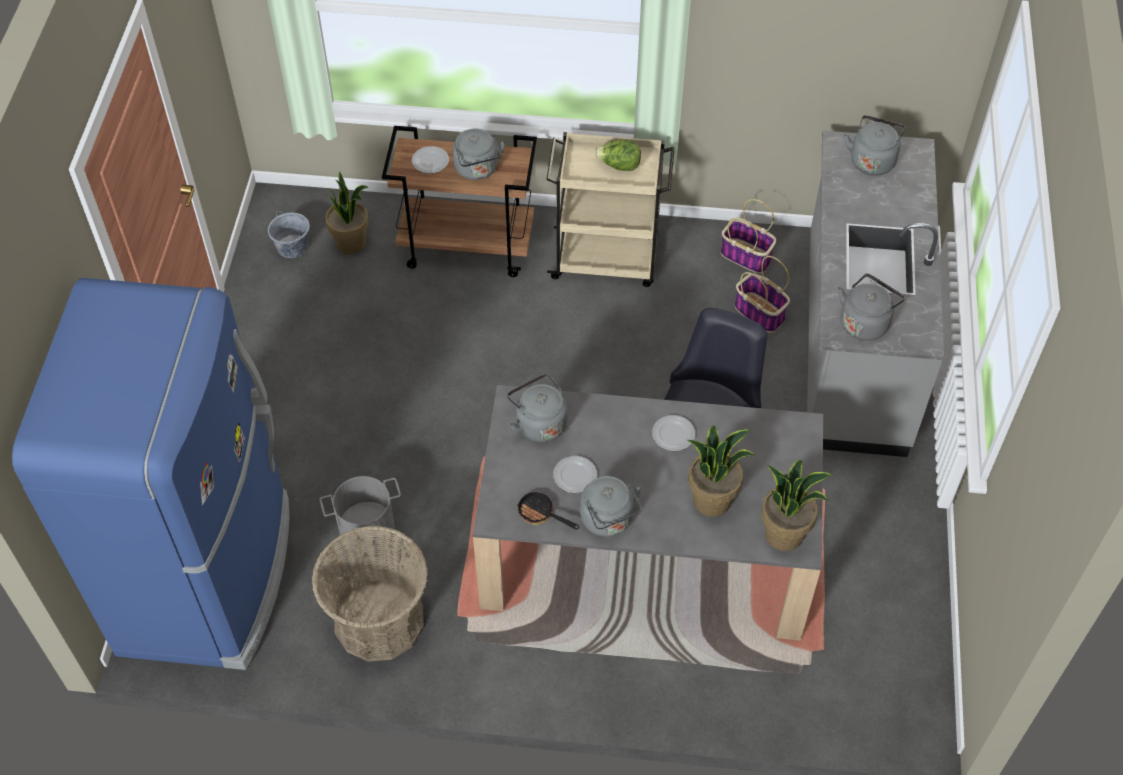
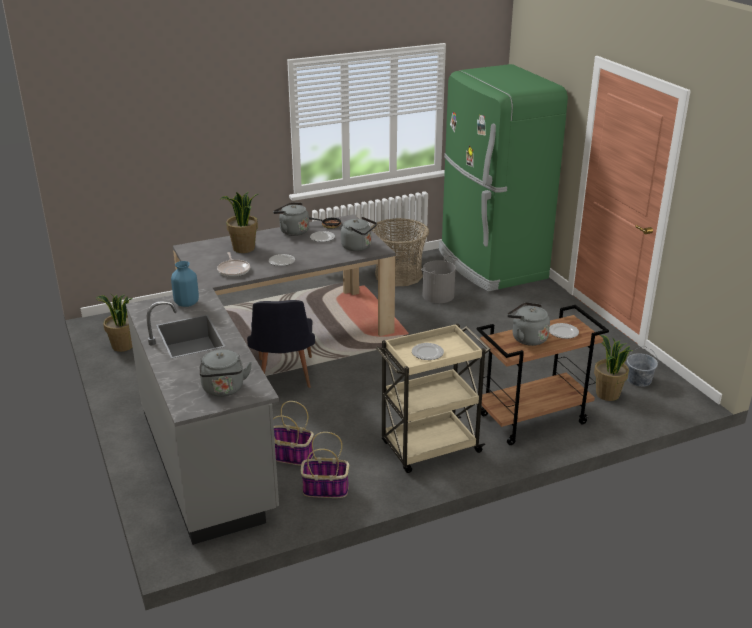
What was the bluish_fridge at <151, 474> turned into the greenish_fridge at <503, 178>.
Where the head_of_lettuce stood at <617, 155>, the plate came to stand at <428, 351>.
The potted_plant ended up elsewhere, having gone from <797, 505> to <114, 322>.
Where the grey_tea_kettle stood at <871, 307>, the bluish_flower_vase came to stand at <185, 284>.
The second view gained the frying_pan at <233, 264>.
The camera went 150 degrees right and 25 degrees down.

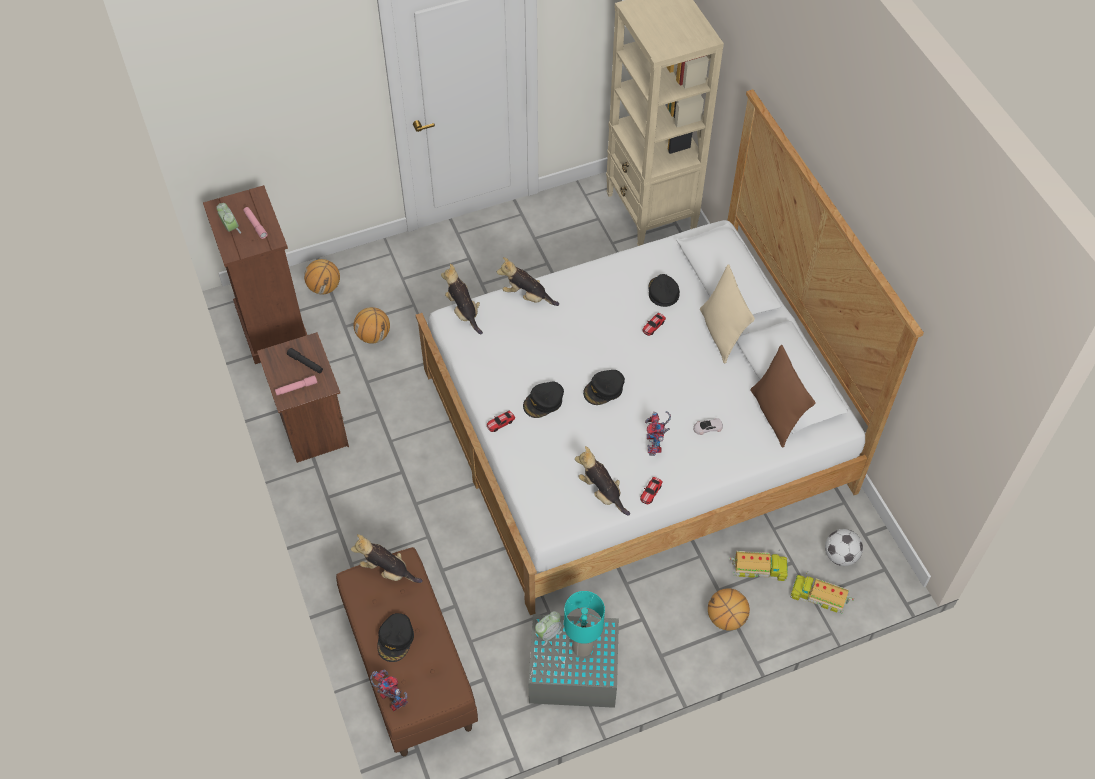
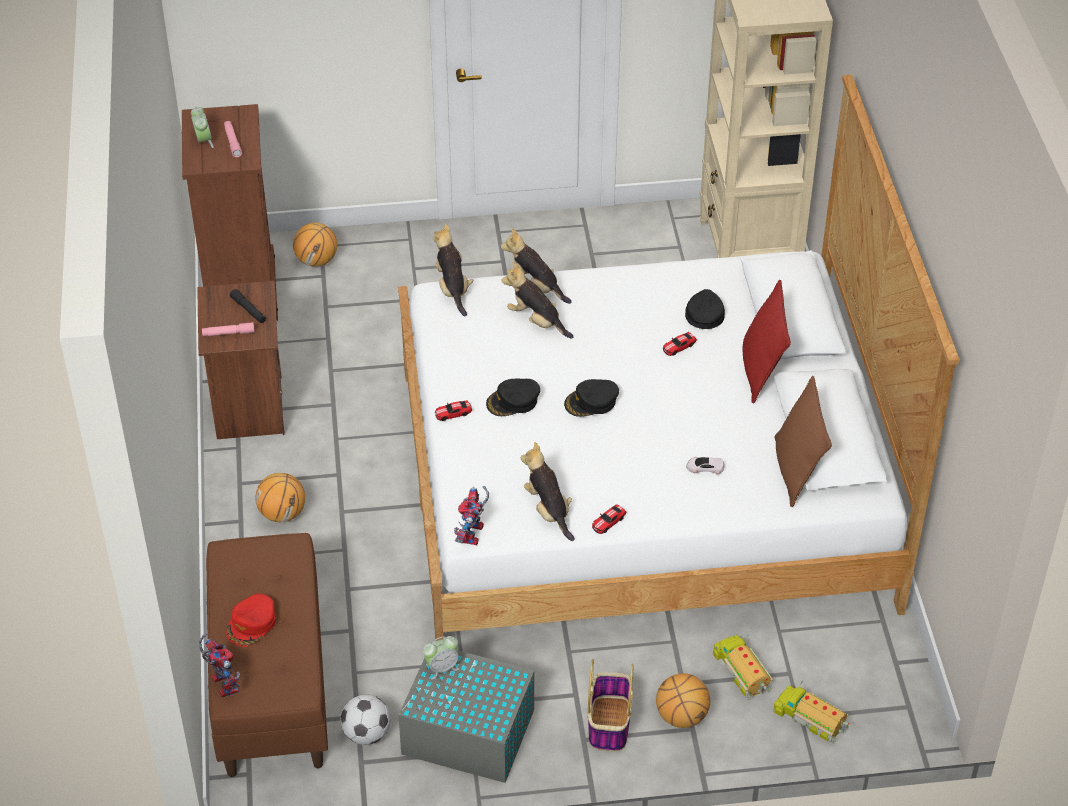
The plush_toy ended up elsewhere, having gone from <387, 558> to <537, 300>.
The basketball ended up elsewhere, having gone from <372, 325> to <280, 497>.
What was the blackish_baseball_cap at <395, 637> turned into the red-coloured_baseball_cap at <251, 620>.
The second view lost the blue-green_lamp_for_a_table at <584, 624>.
The toy_robot ended up elsewhere, having gone from <658, 433> to <471, 515>.
What was the beige-coloured_cushion at <727, 313> turned into the red-coloured_cushion at <767, 341>.
The toy_lorry at <758, 565> ended up facing another way, 135 degrees counterclockwise from before.
The football ended up elsewhere, having gone from <844, 547> to <365, 719>.
The second view gained the storage_basket at <610, 705>.
The camera went 15 degrees right and 10 degrees down.

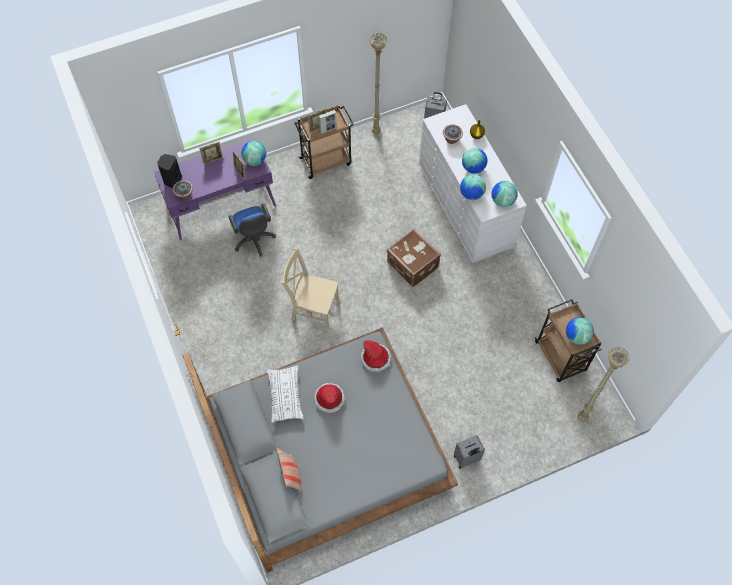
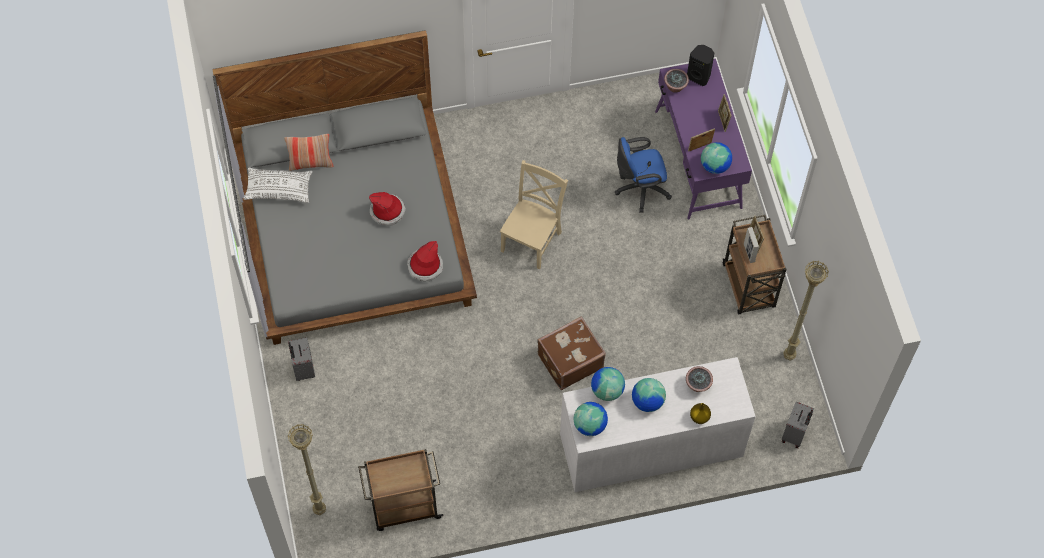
The white-coloured_cushion ended up elsewhere, having gone from <285, 394> to <278, 185>.
The second view lost the desk_globe at <580, 331>.
The camera went 100 degrees right and 0 degrees up.

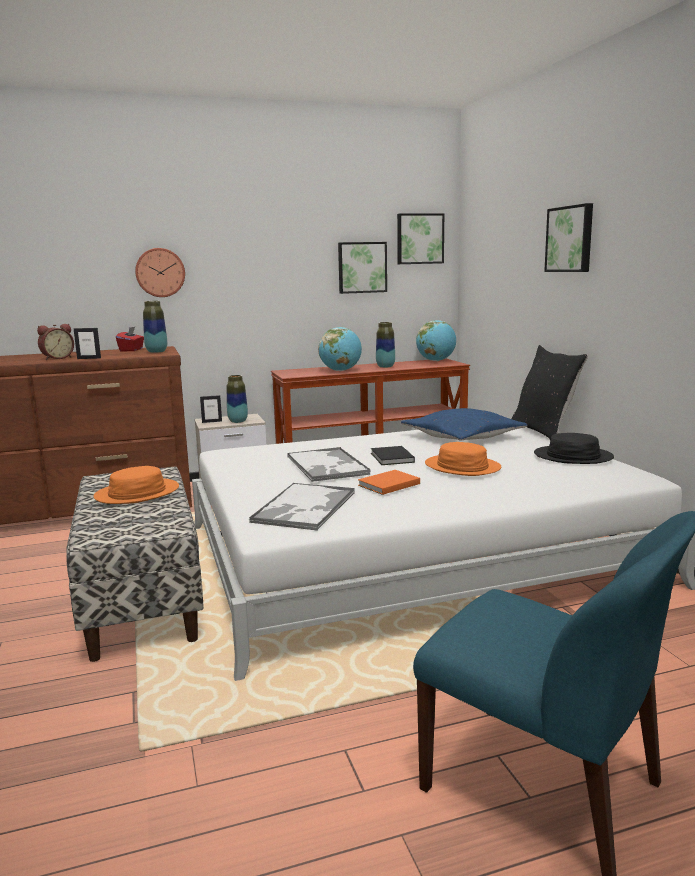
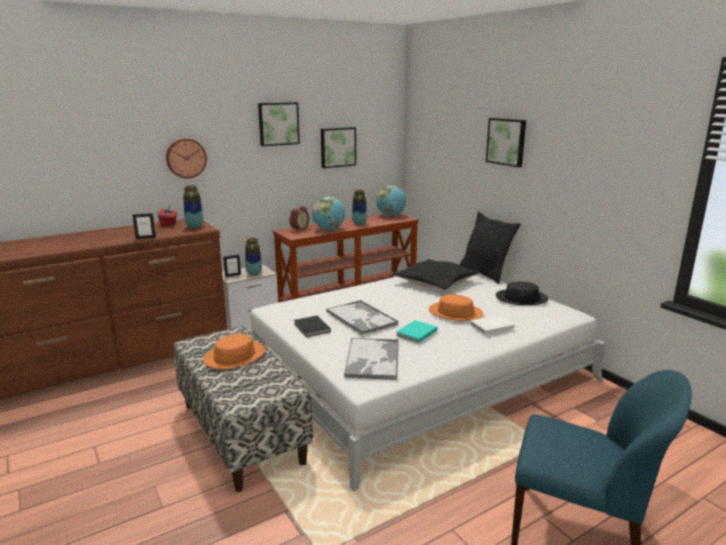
The bedside_clock ended up elsewhere, having gone from <55, 342> to <299, 218>.
What was the orange-coloured_book at <389, 482> turned into the blue-green_book at <416, 331>.
The blackish_book ended up elsewhere, having gone from <393, 455> to <312, 326>.
The wall_art ended up elsewhere, having gone from <420, 238> to <279, 124>.
What was the bluish_cushion at <464, 424> turned into the blackish_cushion at <436, 274>.
The second view gained the white-coloured_book at <492, 325>.
The camera went 15 degrees left and 5 degrees up.

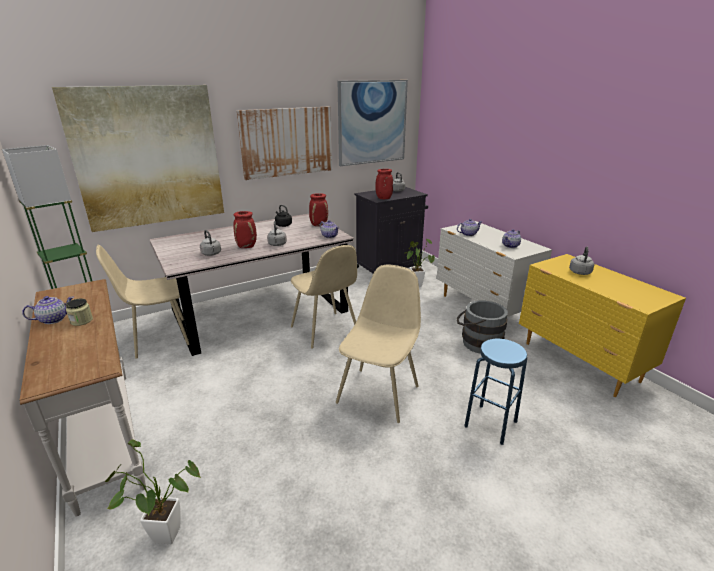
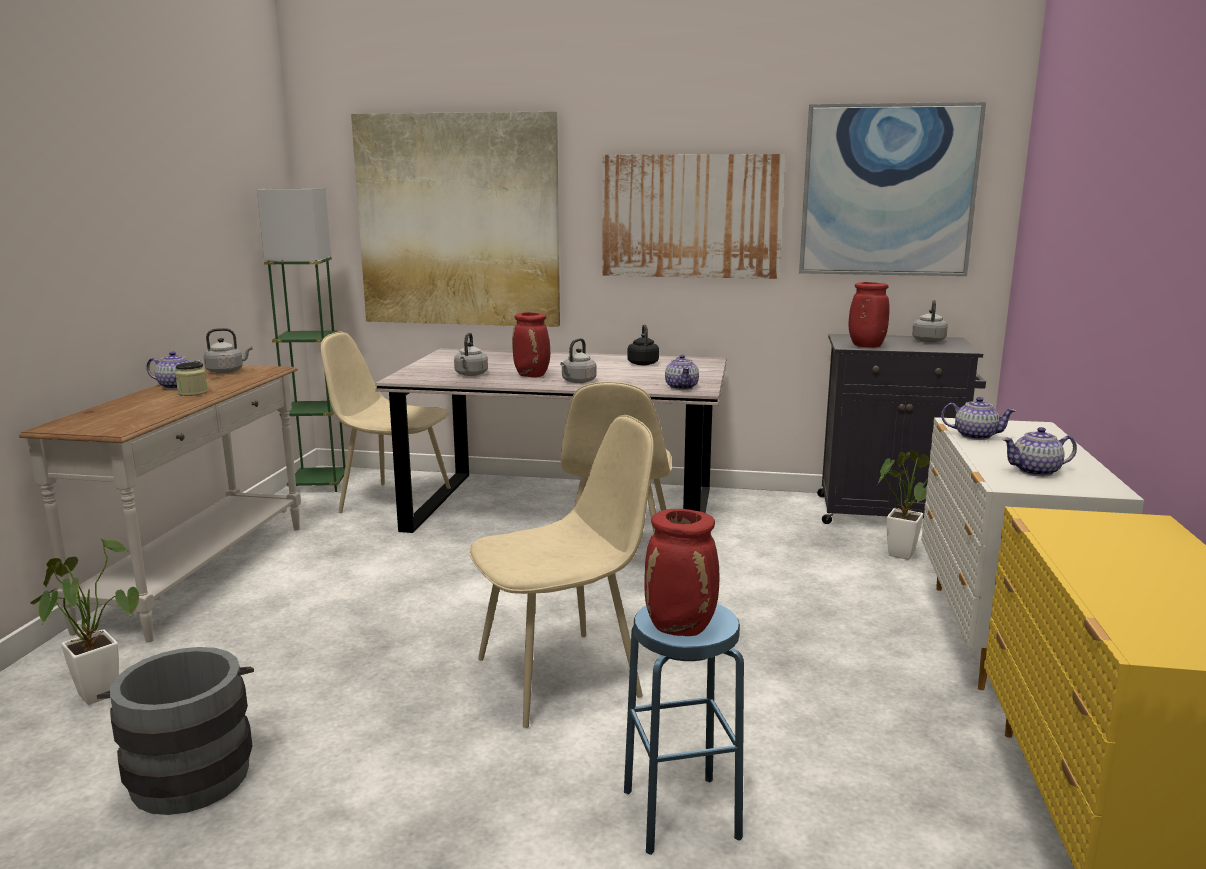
The red-coloured_flower_vase ended up elsewhere, having gone from <318, 209> to <681, 572>.
The grey_pail ended up elsewhere, having gone from <482, 326> to <175, 731>.
The grey_tea_kettle ended up elsewhere, having gone from <582, 261> to <228, 351>.
The camera went 40 degrees right and 10 degrees down.

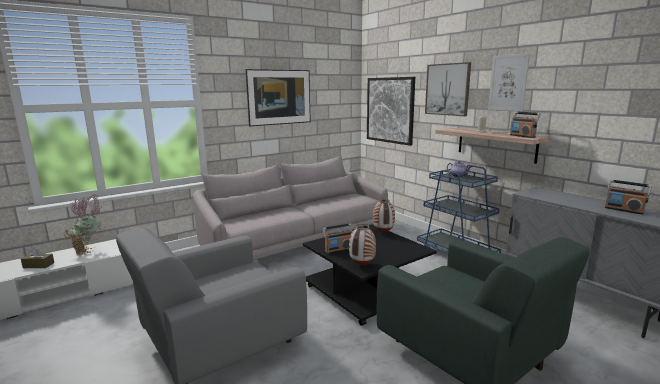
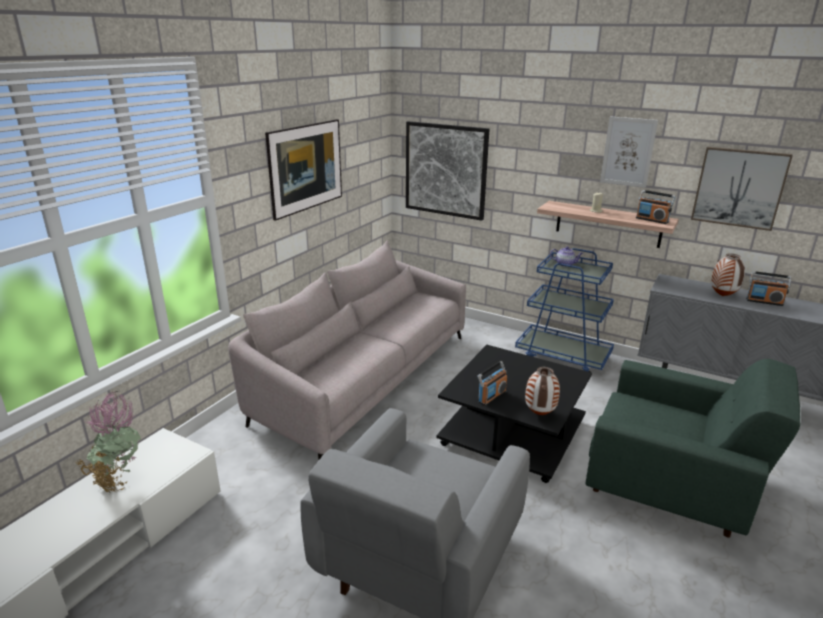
The second view lost the brown_tissue_holder at <37, 257>.
The flower_vase ended up elsewhere, having gone from <384, 216> to <728, 274>.
The wall_art ended up elsewhere, having gone from <448, 89> to <742, 189>.
The camera went 25 degrees left and 10 degrees up.

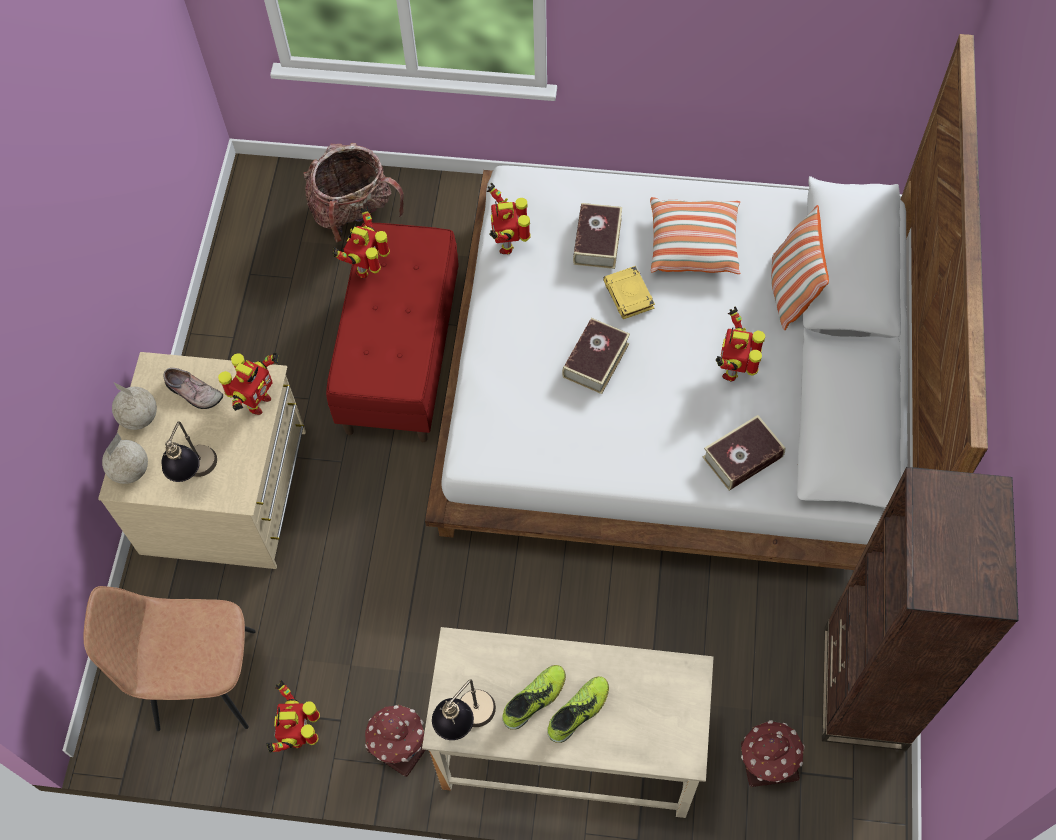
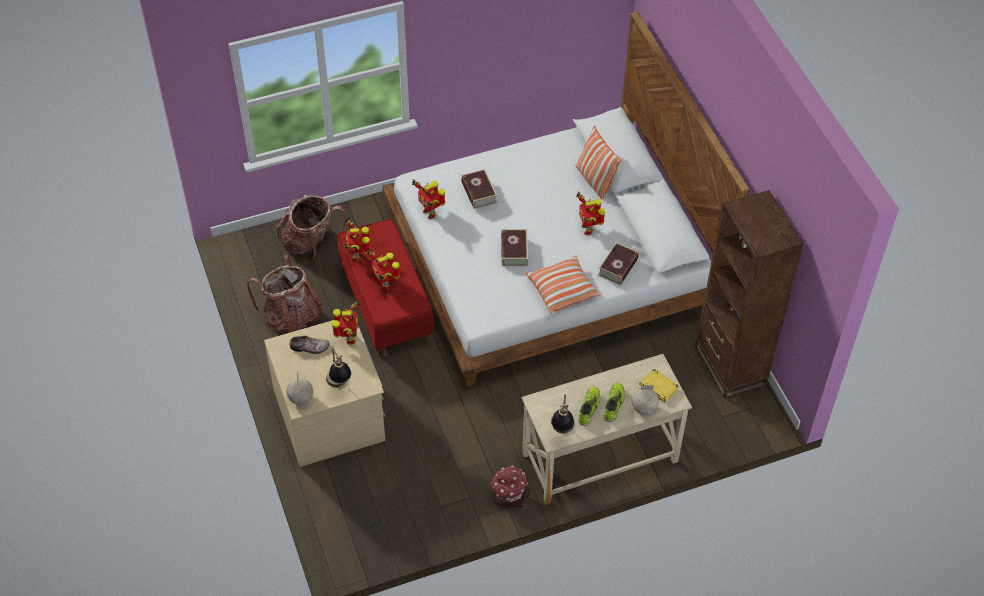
The second view lost the brown_upright_chair at <170, 658>.
The desk_globe ended up elsewhere, having gone from <134, 406> to <645, 400>.
The toy_robot ended up elsewhere, having gone from <293, 716> to <383, 270>.
The yellow_book ended up elsewhere, having gone from <629, 292> to <659, 386>.
The cushion ended up elsewhere, having gone from <695, 235> to <563, 285>.
The second view lost the toy_house at <773, 753>.
The second view gained the knapsack at <284, 294>.
The camera went 30 degrees left and 10 degrees down.

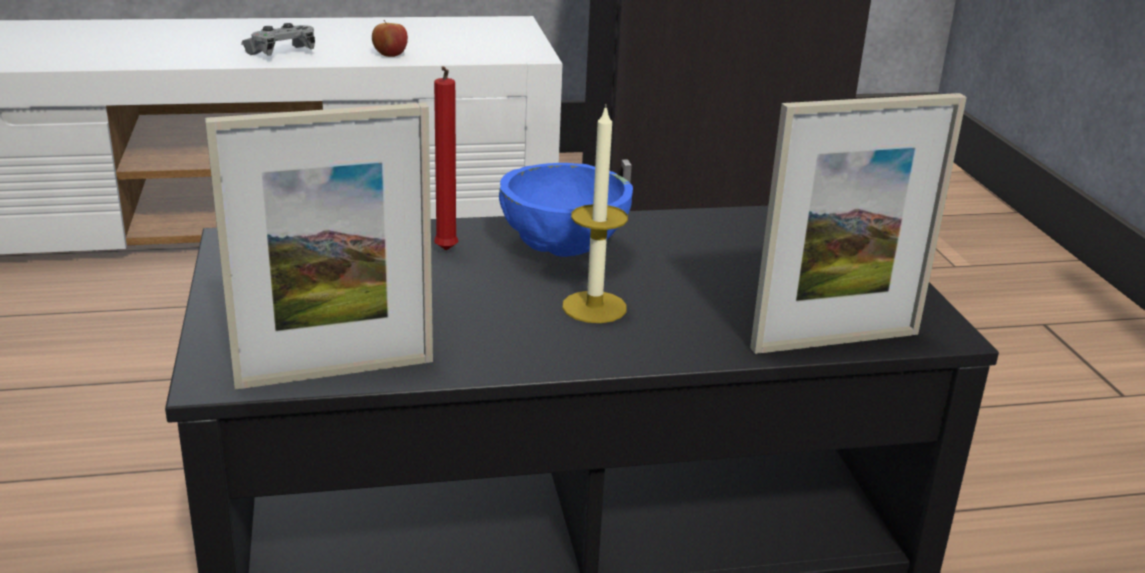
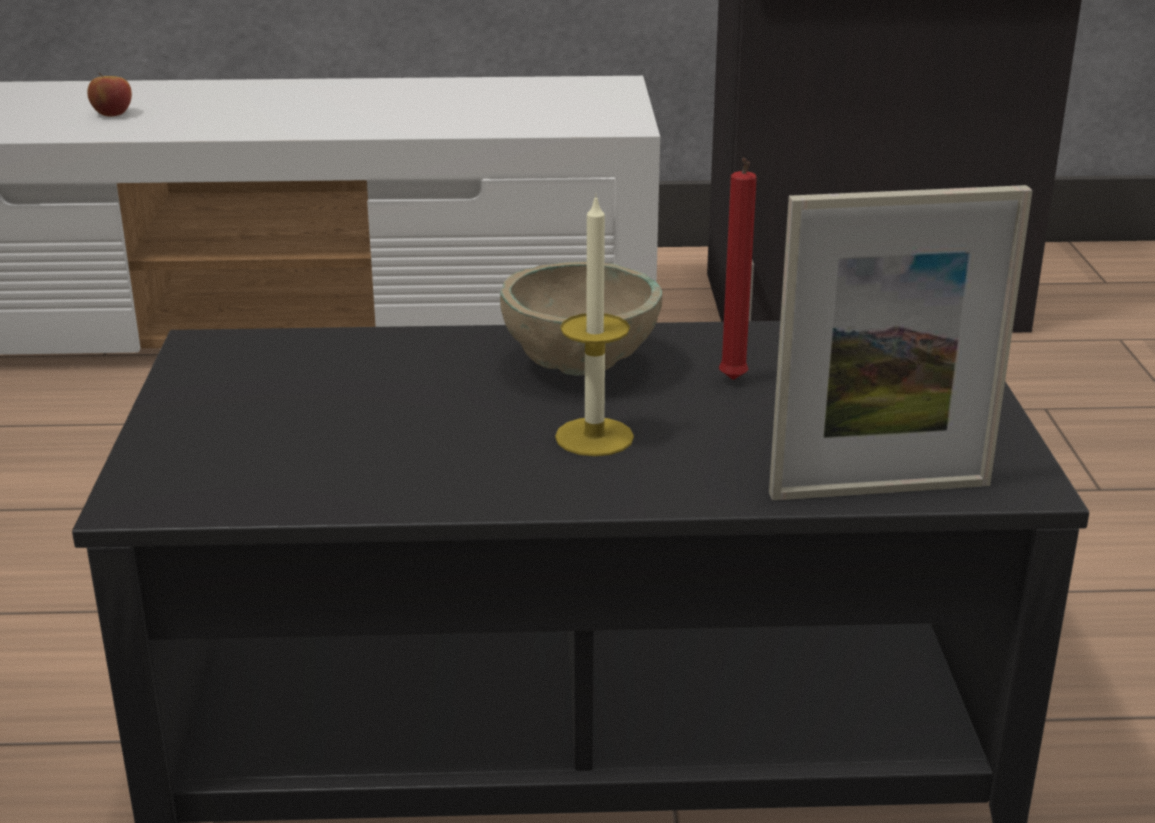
The second view lost the standing_frame at <319, 246>.
The second view lost the grey_gamepad at <278, 39>.
The whole_apple ended up elsewhere, having gone from <390, 38> to <109, 95>.
The red-coloured_wax_light ended up elsewhere, having gone from <446, 158> to <738, 269>.
What was the bluish_deep_dish at <566, 210> turned into the beige-coloured_deep_dish at <581, 319>.
The camera went 10 degrees right and 0 degrees up.

